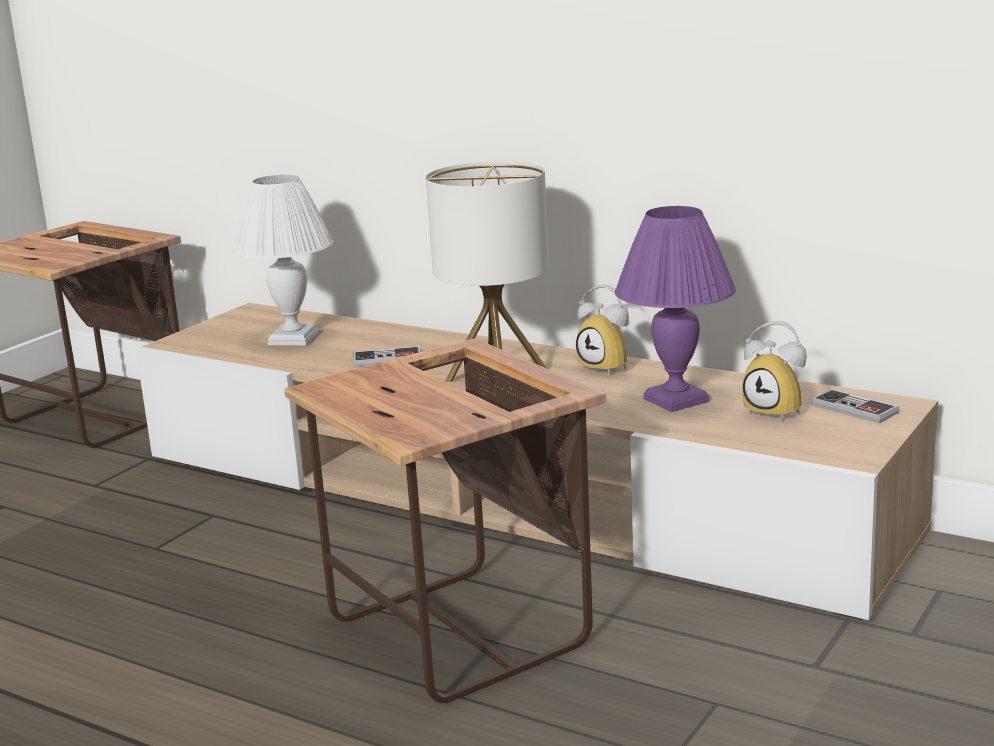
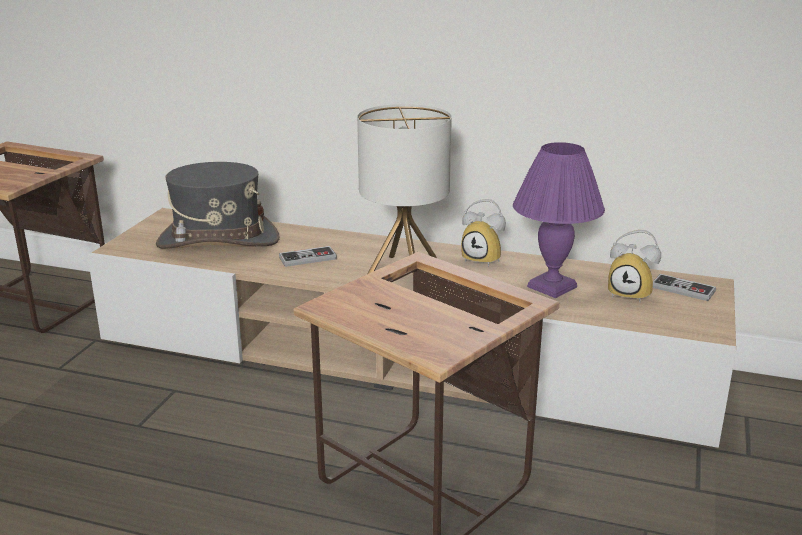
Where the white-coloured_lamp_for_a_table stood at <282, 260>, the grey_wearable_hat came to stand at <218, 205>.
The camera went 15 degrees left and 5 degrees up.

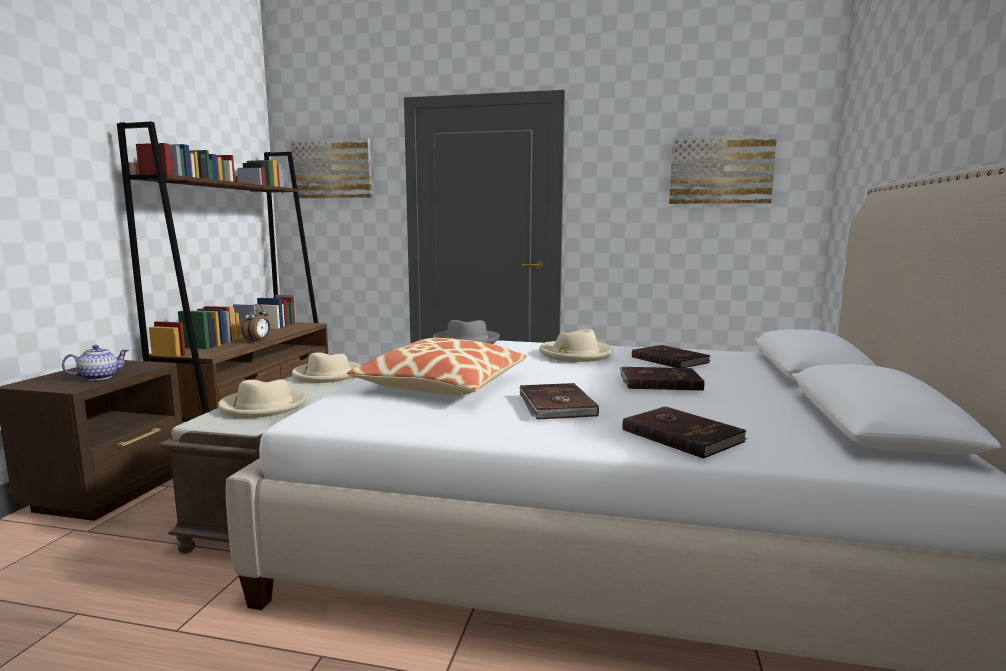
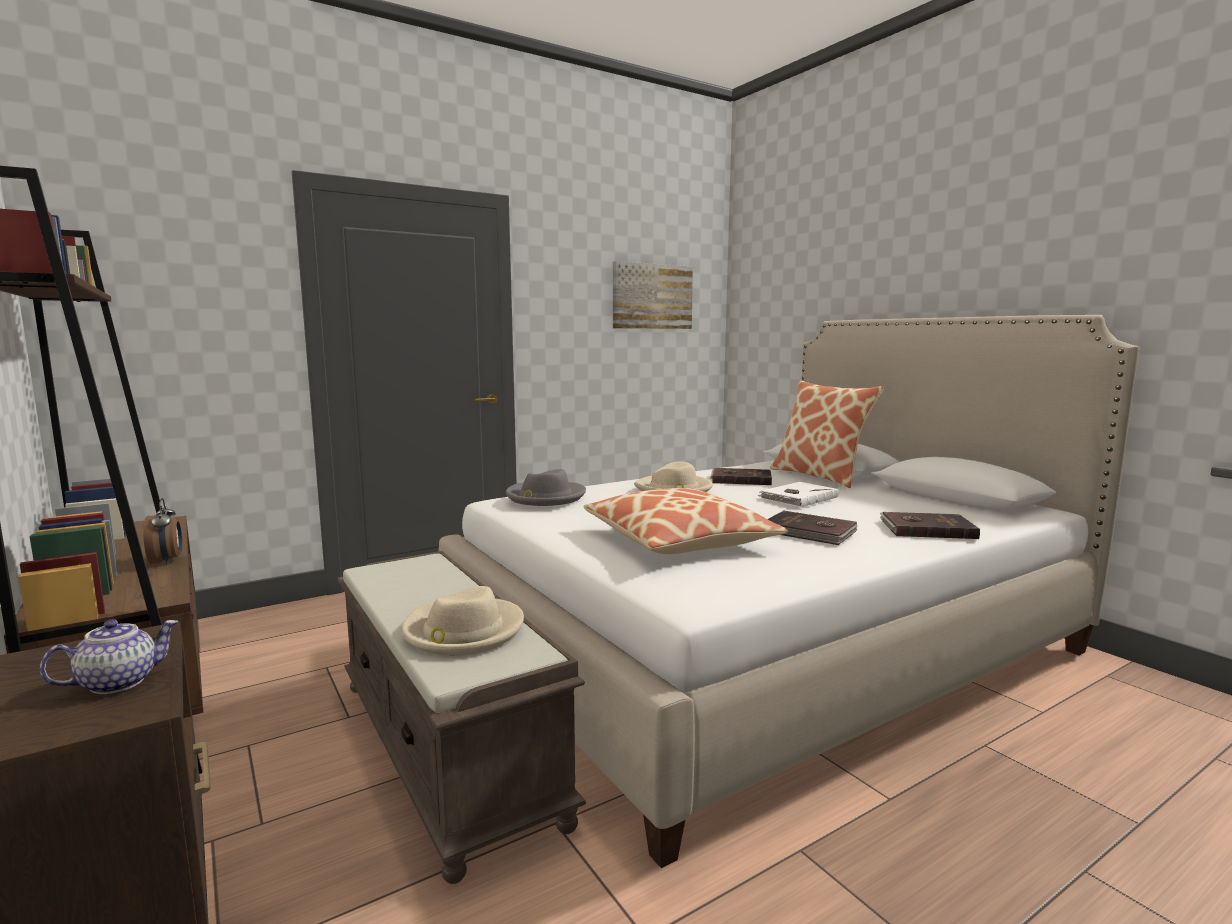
The tea_pot at <95, 362> ended up facing another way, 45 degrees clockwise from before.
The second view lost the wall_art at <331, 168>.
The second view lost the beige-coloured_wearable_hat at <326, 368>.
What was the brown_book at <662, 379> turned into the white-coloured_book at <798, 495>.
The second view gained the cushion at <827, 434>.
The camera went 45 degrees left and 0 degrees up.

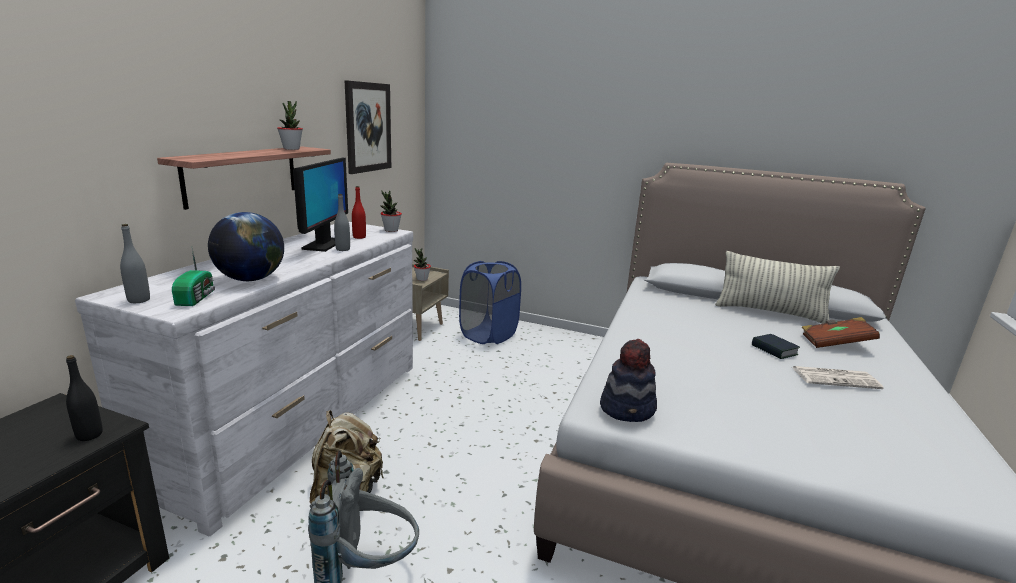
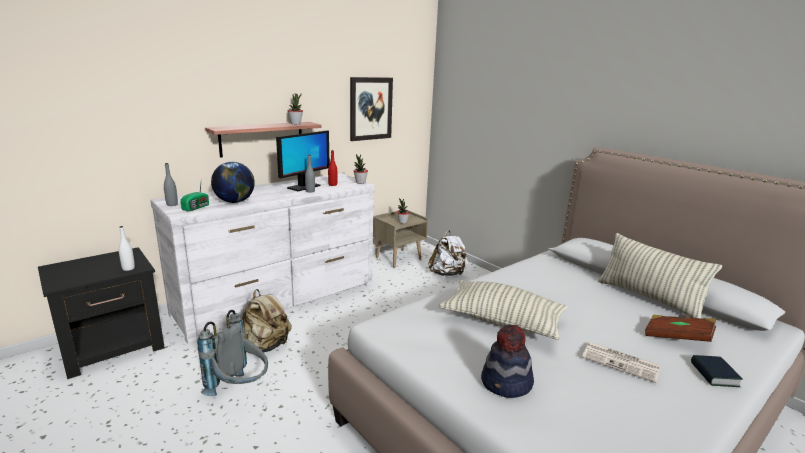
What was the blackish_drink_bottle at <84, 398> turned into the white-coloured_drink_bottle at <127, 248>.
Where the bluish_washing_basket stood at <490, 302>, the white-coloured_knapsack came to stand at <448, 253>.
The wearable_hat ended up elsewhere, having gone from <628, 380> to <507, 361>.
The book ended up elsewhere, having gone from <776, 346> to <717, 371>.
The second view gained the cushion at <503, 310>.
The camera went 30 degrees right and 0 degrees up.

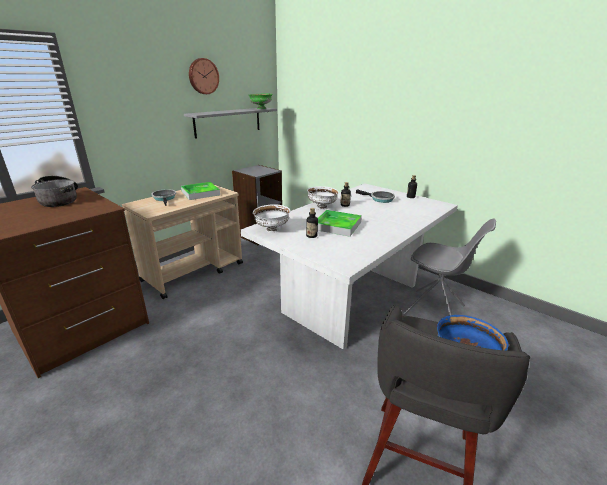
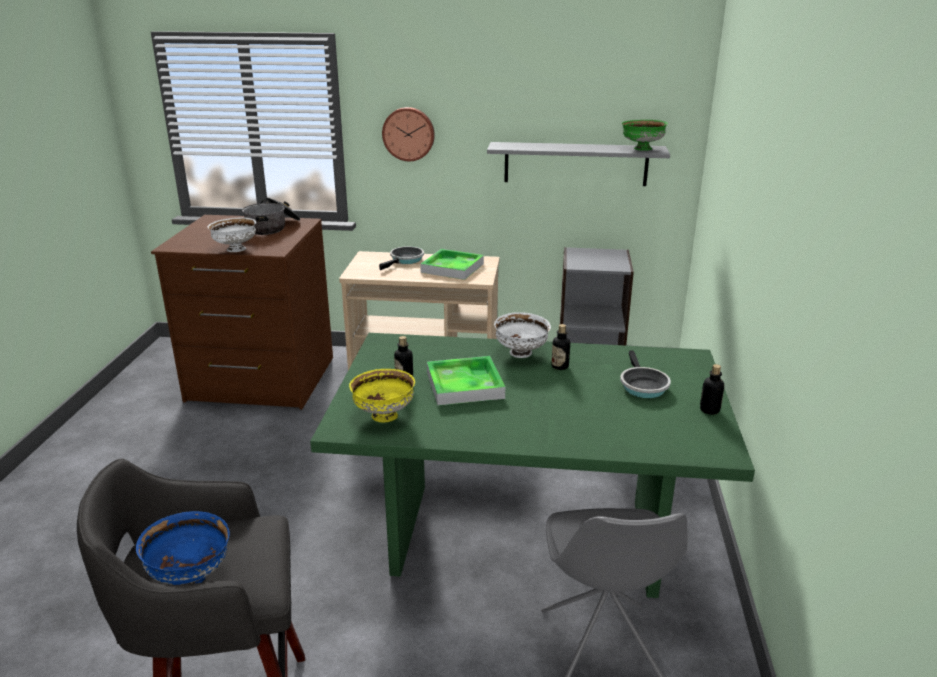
The clock_on_the_wall ended up elsewhere, having gone from <204, 76> to <408, 134>.
What was the white-coloured_dinner_table at <349, 266> turned into the greenish_dinner_table at <532, 465>.
The white-coloured_deep_dish ended up elsewhere, having gone from <271, 218> to <232, 234>.
The second view gained the yellow_deep_dish at <382, 395>.
The camera went 55 degrees right and 0 degrees up.

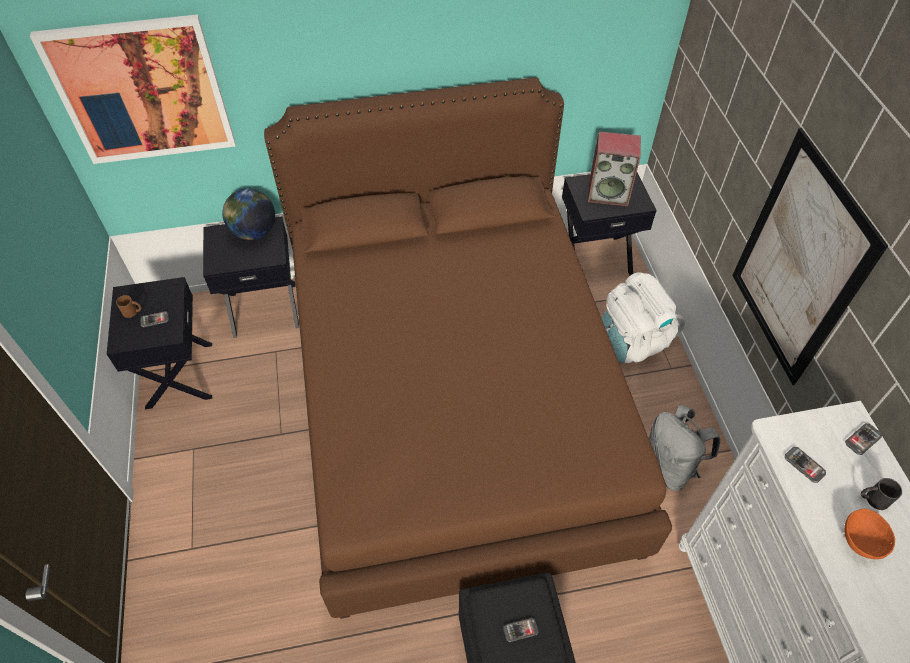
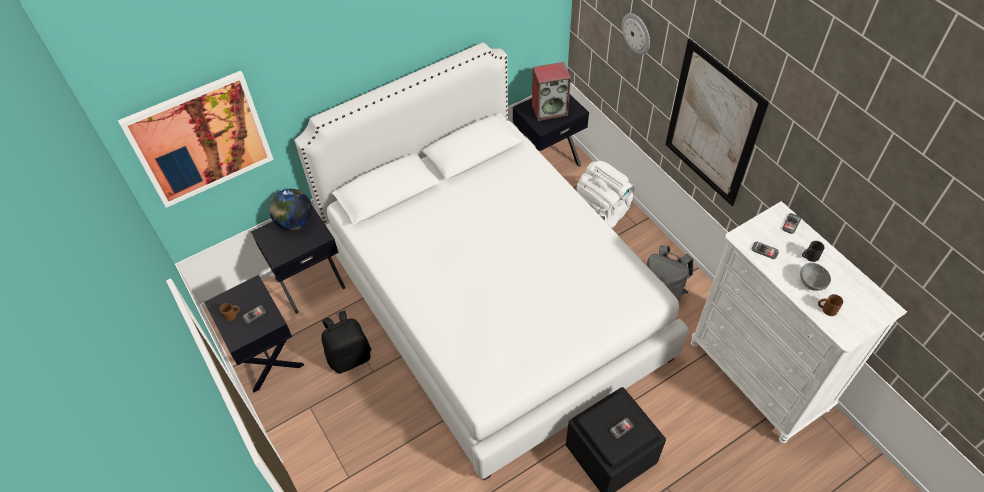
What was the brown_sleeping_bed at <468, 348> turned into the white-coloured_sleeping_bed at <492, 261>.
What was the orange-coloured_deep_dish at <869, 534> turned into the grey_deep_dish at <815, 277>.
The second view gained the blackish_knapsack at <346, 342>.
The second view gained the clock_on_the_wall at <636, 34>.
The second view gained the brown_mug at <830, 305>.
The camera went 20 degrees left and 0 degrees up.

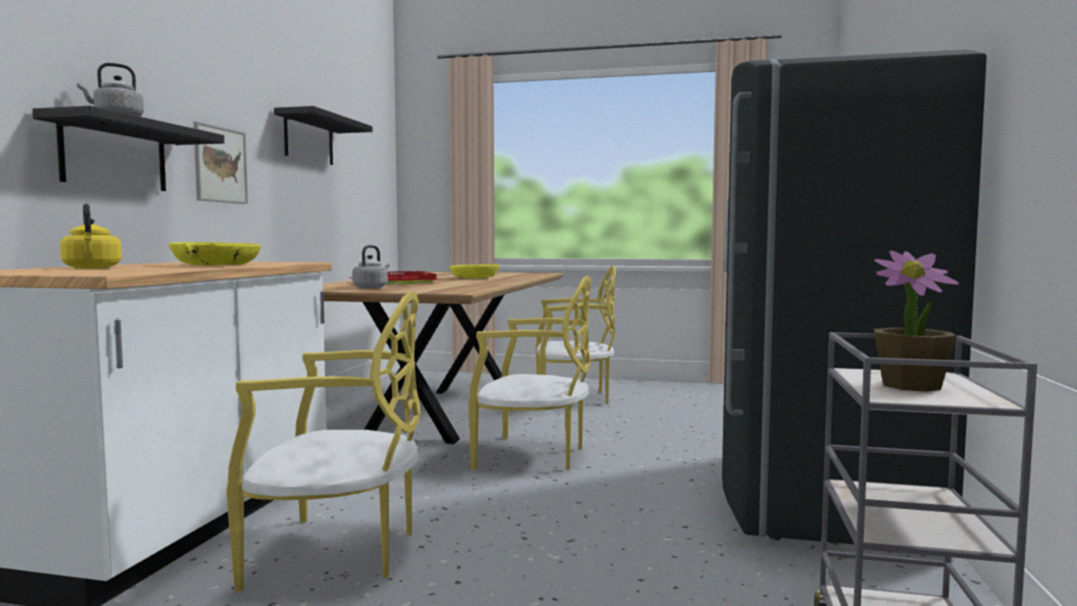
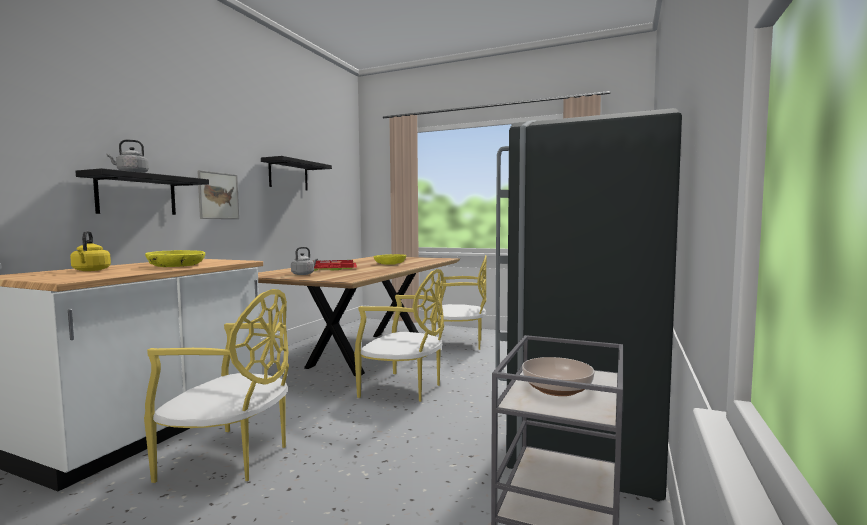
Where the potted_plant stood at <916, 321>, the deep_dish came to stand at <558, 376>.
The camera went 10 degrees right and 0 degrees up.

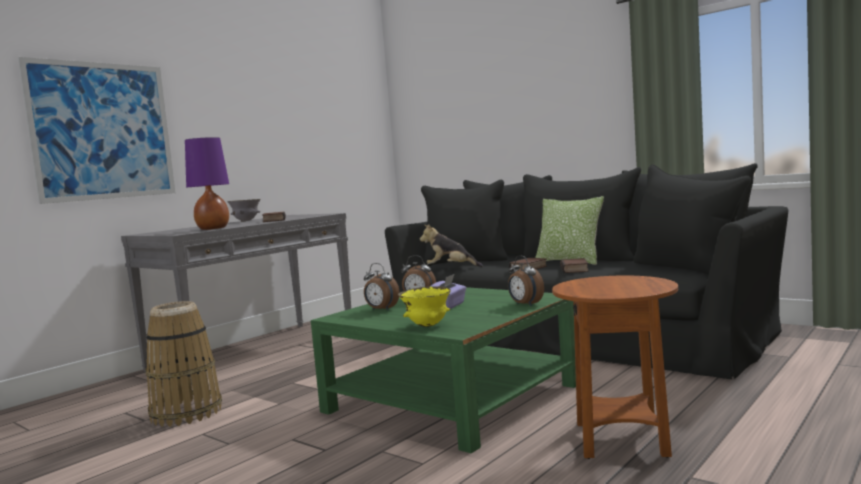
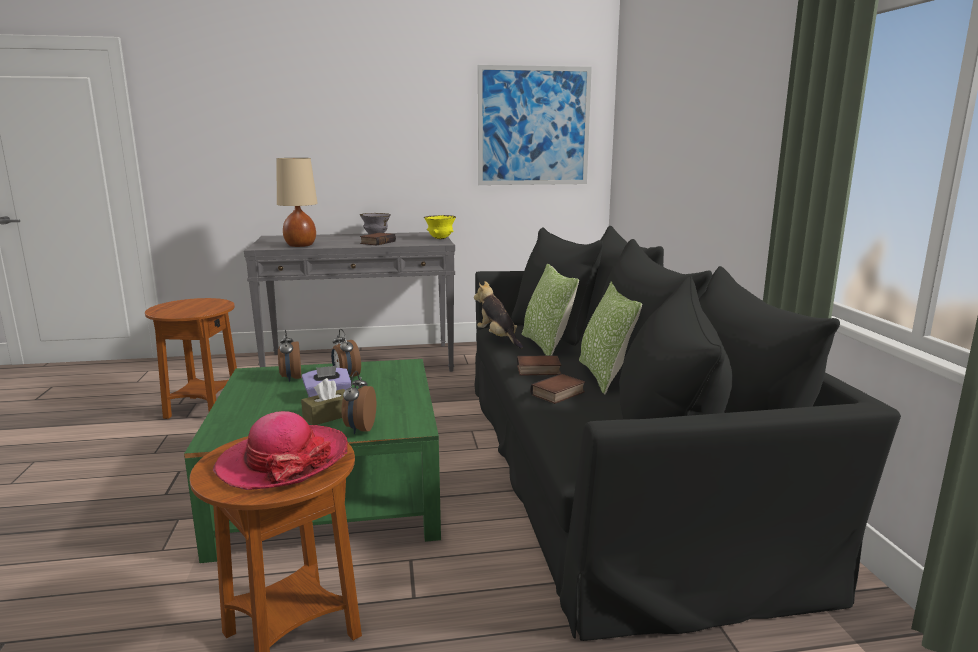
The wall_art ended up elsewhere, having gone from <96, 130> to <535, 125>.
Where the storage_basket stood at <183, 364>, the brown_end_table came to stand at <191, 358>.
What was the purple_lamp_for_a_table at <207, 183> turned into the beige-coloured_lamp_for_a_table at <297, 202>.
The yellow_deep_dish ended up elsewhere, having gone from <424, 306> to <440, 227>.
The second view gained the wearable_hat at <280, 450>.
The second view gained the brown_tissue_holder at <323, 401>.
The second view gained the cushion at <550, 309>.
The camera went 40 degrees right and 10 degrees up.

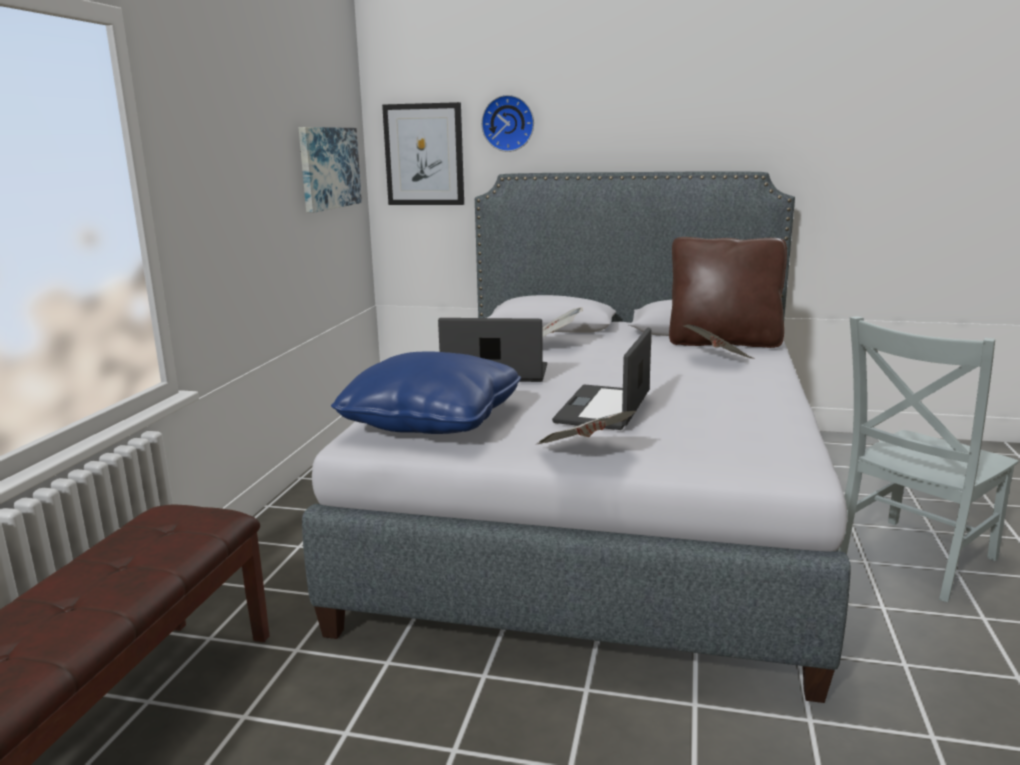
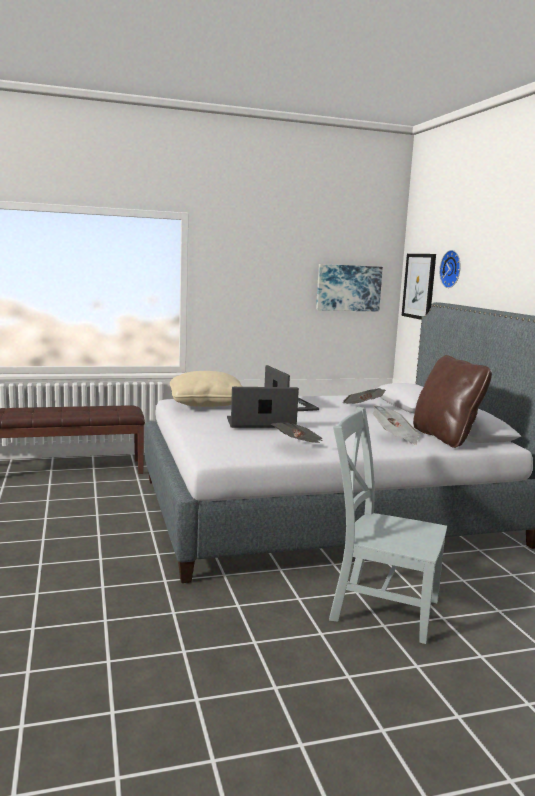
What was the bluish_cushion at <426, 392> turned into the beige-coloured_cushion at <206, 389>.
The daily_paper ended up elsewhere, having gone from <587, 427> to <296, 432>.
The camera went 60 degrees right and 5 degrees down.

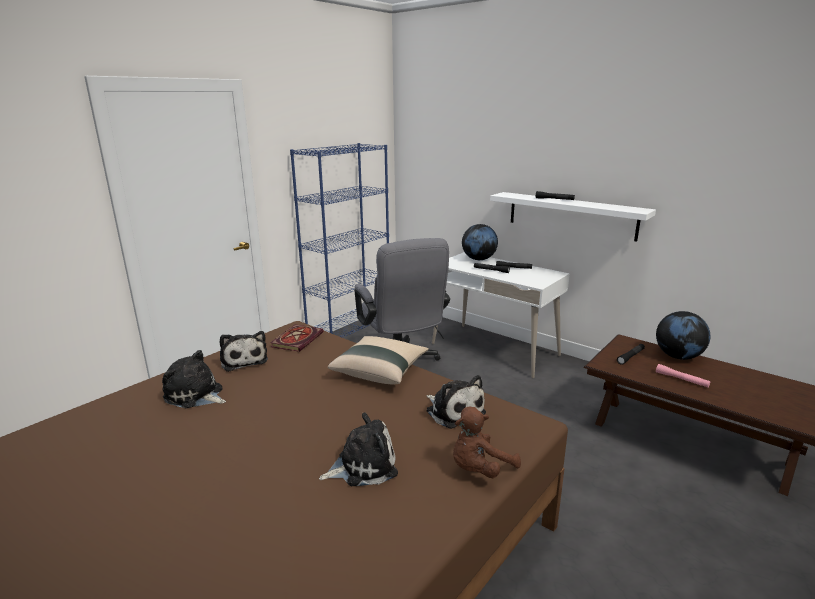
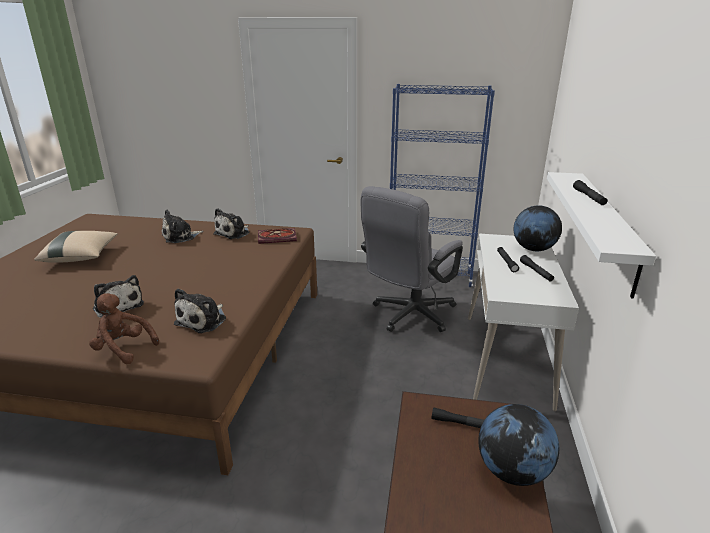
The plush_toy at <194, 379> ended up facing another way, 120 degrees counterclockwise from before.
The beige-coloured_cushion ended up elsewhere, having gone from <378, 360> to <76, 246>.
The second view lost the pink-coloured_torch at <683, 376>.
The camera went 60 degrees right and 5 degrees up.

